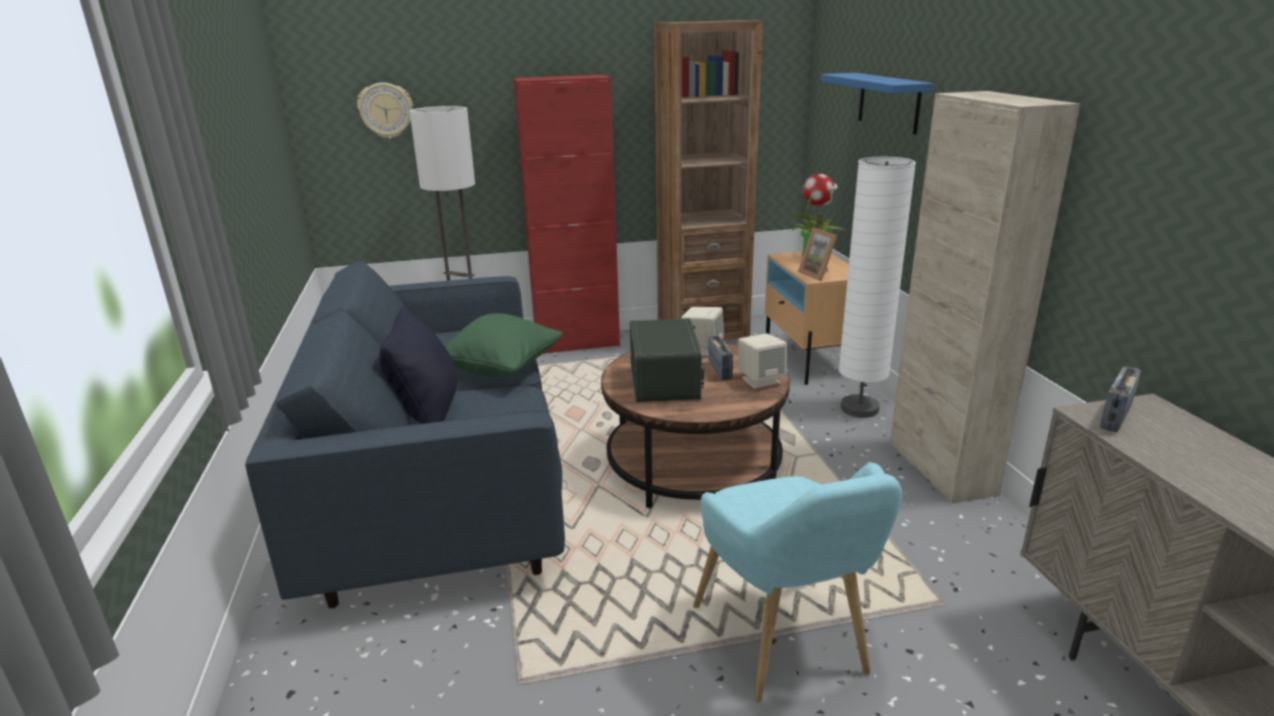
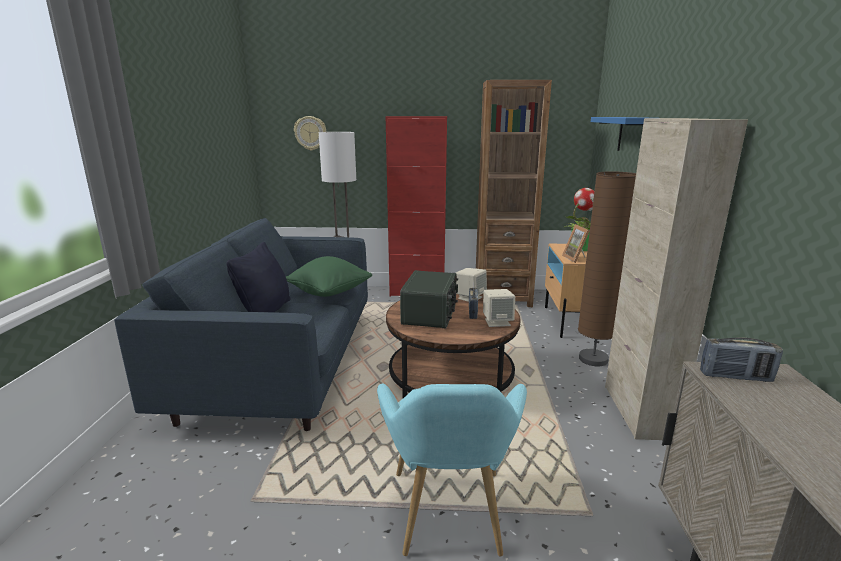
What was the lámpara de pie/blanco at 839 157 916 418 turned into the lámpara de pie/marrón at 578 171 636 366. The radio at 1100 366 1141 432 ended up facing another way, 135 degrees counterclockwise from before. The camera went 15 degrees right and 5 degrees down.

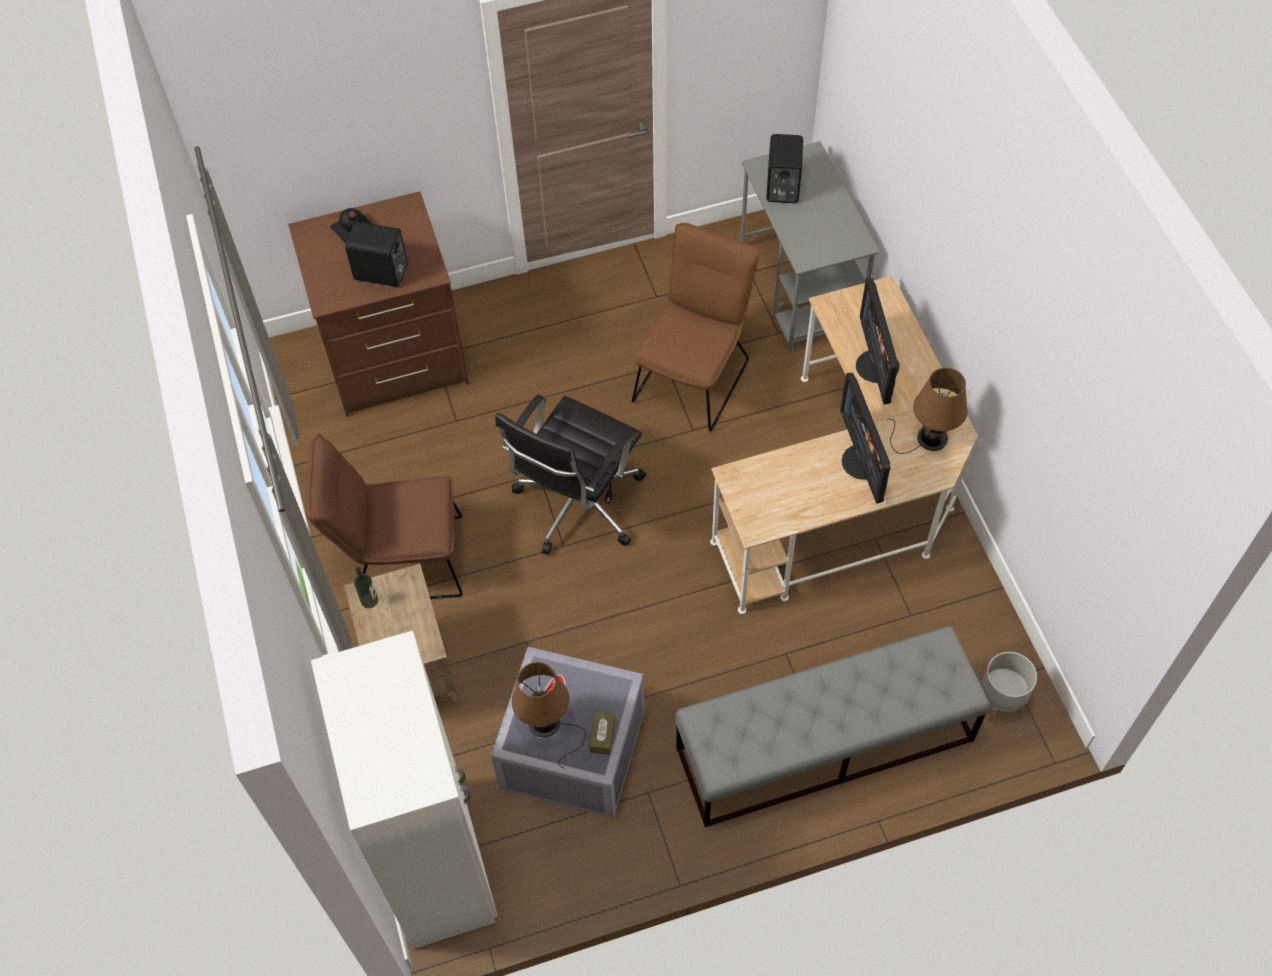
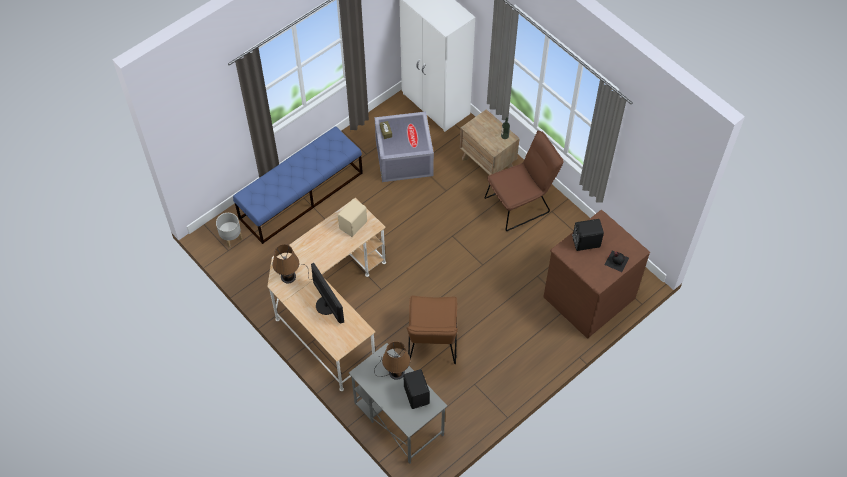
The second view lost the silla de oficina/negro at 495 394 646 555. The lámpara de mesa/marrón ended up elsewhere, having gone from 512 662 586 768 to 374 341 410 380. What was the banco/gris at 675 626 990 827 turned into the banco/azul at 233 126 363 244. The second view lost the monitor at 840 373 890 504. The second view gained the altavoz/beis at 338 199 367 237. The camera went 155 degrees right and 0 degrees up.

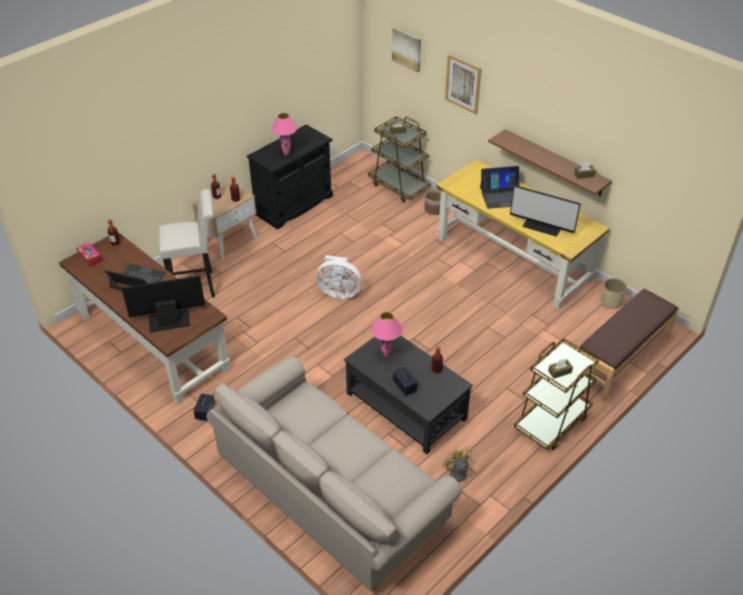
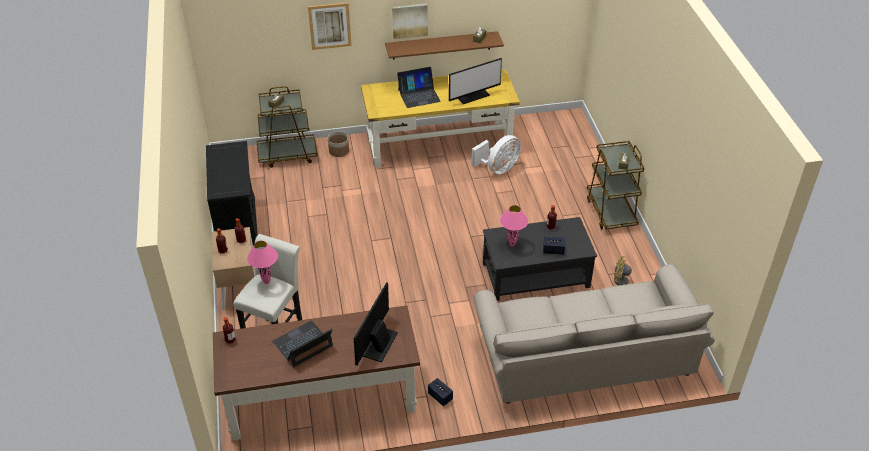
The second view lost the caja de pañuelos at 76 242 102 267. The lámpara de mesa/rosa ended up elsewhere, having gone from 272 113 297 155 to 247 241 278 284. The ventilador/blanco ended up elsewhere, having gone from 316 255 362 299 to 472 135 521 174. The cuadro ended up elsewhere, having gone from 392 27 421 73 to 392 4 428 39. The portátil at 480 166 519 209 ended up facing another way, 45 degrees clockwise from before. The second view lost the banco/marrón at 577 288 680 402. The second view lost the maceta/beis at 601 278 627 309. The camera went 55 degrees left and 0 degrees up.

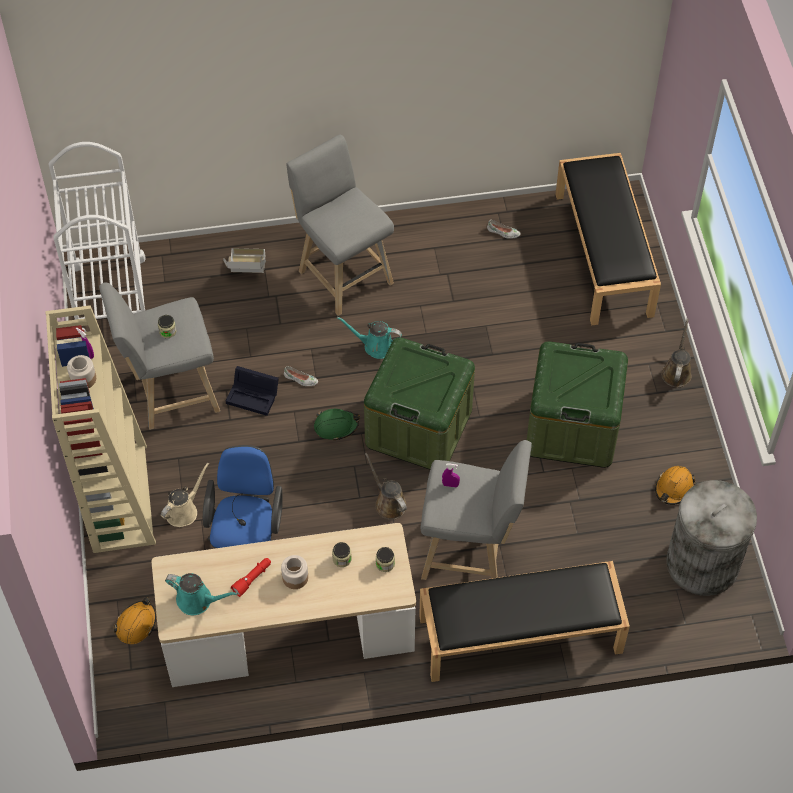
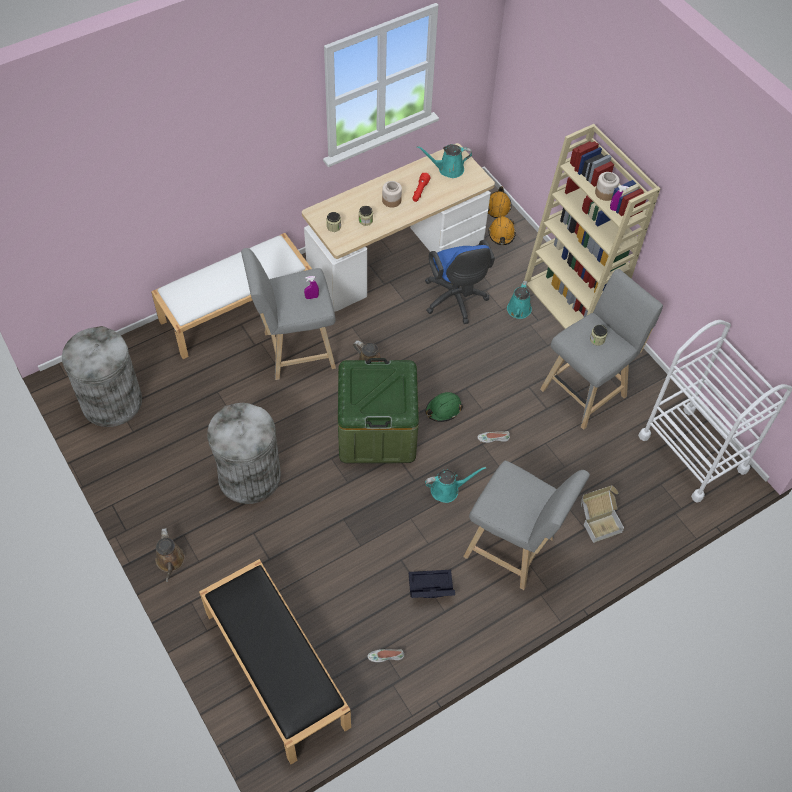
What was the regadera/beis at 161 463 209 527 turned into the regadera/turquesa at 507 281 532 319. The caja de almacenaje/negro ended up elsewhere, having gone from 226 366 279 416 to 409 570 455 598. What was the banco/negro at 419 561 630 682 turned into the banco/blanco at 151 233 312 359. Where the caja de almacenaje/verde stood at 527 341 628 468, the papelera/gris came to stand at 207 403 281 504. The casco/naranja ended up elsewhere, having gone from 655 466 695 505 to 488 186 511 218. The camera went 155 degrees right and 0 degrees up.

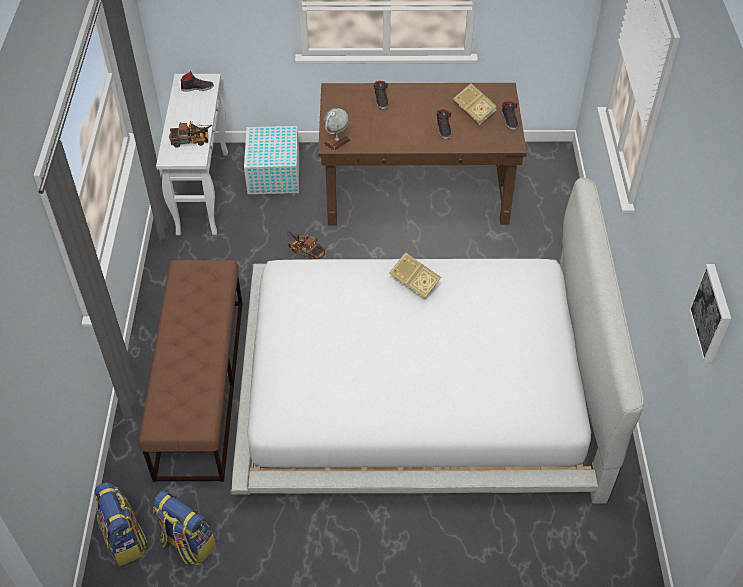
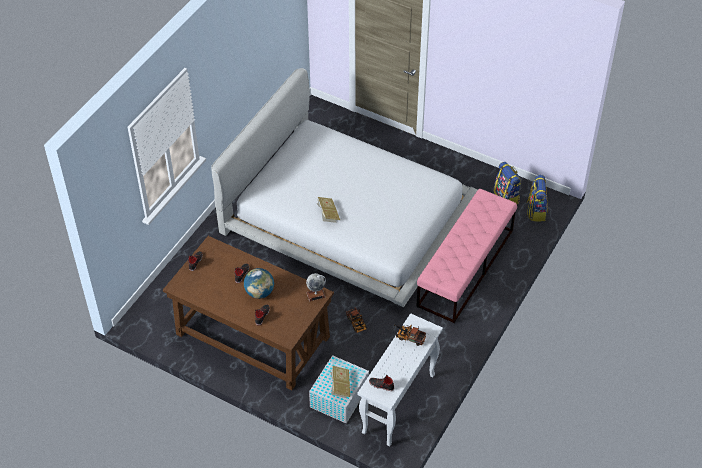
What was the banco/marrón at 138 260 243 482 turned into the banco/rosa at 416 189 517 323. The libro ended up elsewhere, having gone from 453 84 497 125 to 330 366 350 398. The second view lost the cuadro at 689 264 731 362. The second view gained the globo terráqueo at 244 268 274 299. The camera went 150 degrees left and 0 degrees up.

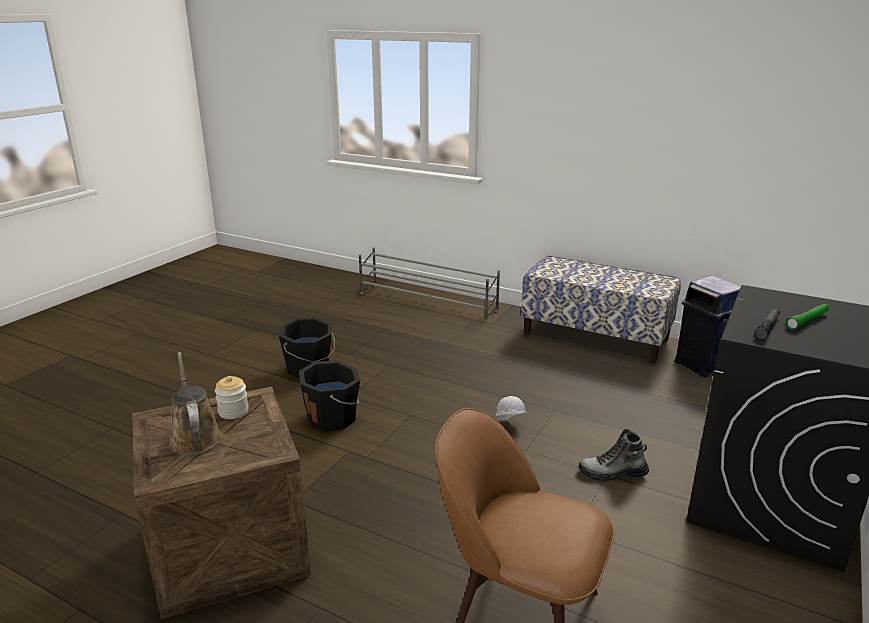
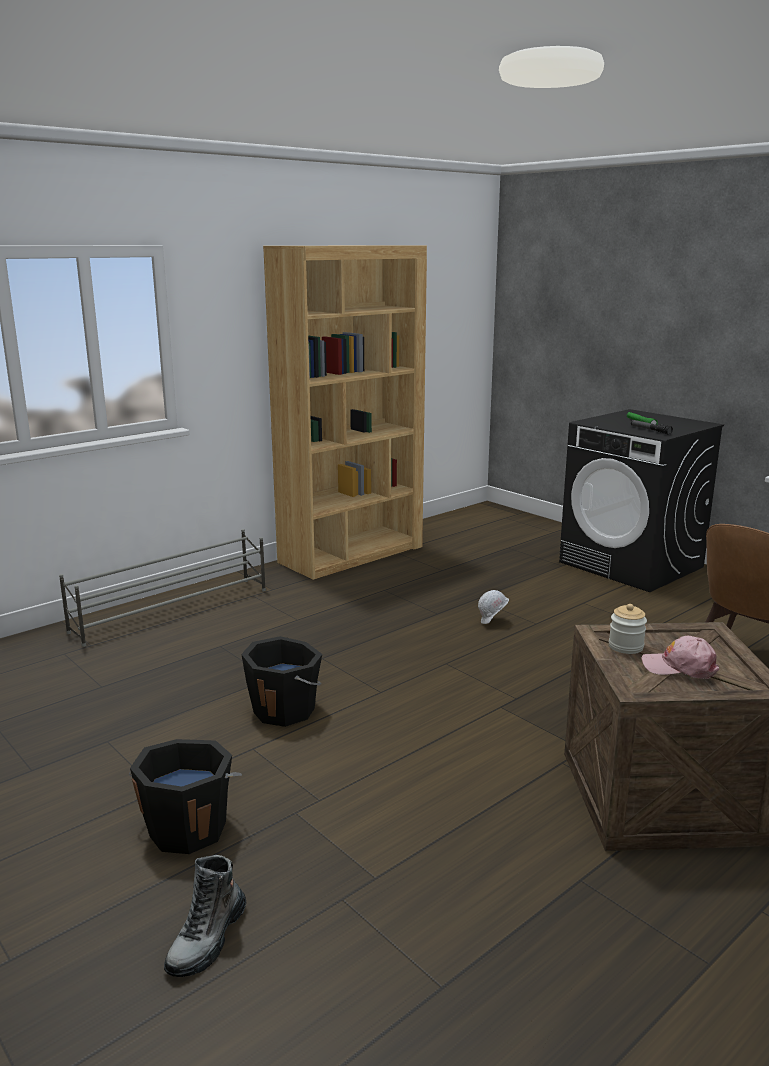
Where the regadera/marrón stood at 169 352 222 455, the gorra/rosa came to stand at 641 636 719 679. The cubo/negro ended up elsewhere, having gone from 299 360 360 432 to 129 739 242 854. Where the banco stood at 521 256 681 363, the estantería/marrón came to stand at 263 245 427 580. The bota ended up elsewhere, having gone from 579 429 649 481 to 164 855 246 977. The second view lost the papelera/azul at 674 276 741 377. The camera went 70 degrees left and 5 degrees down.

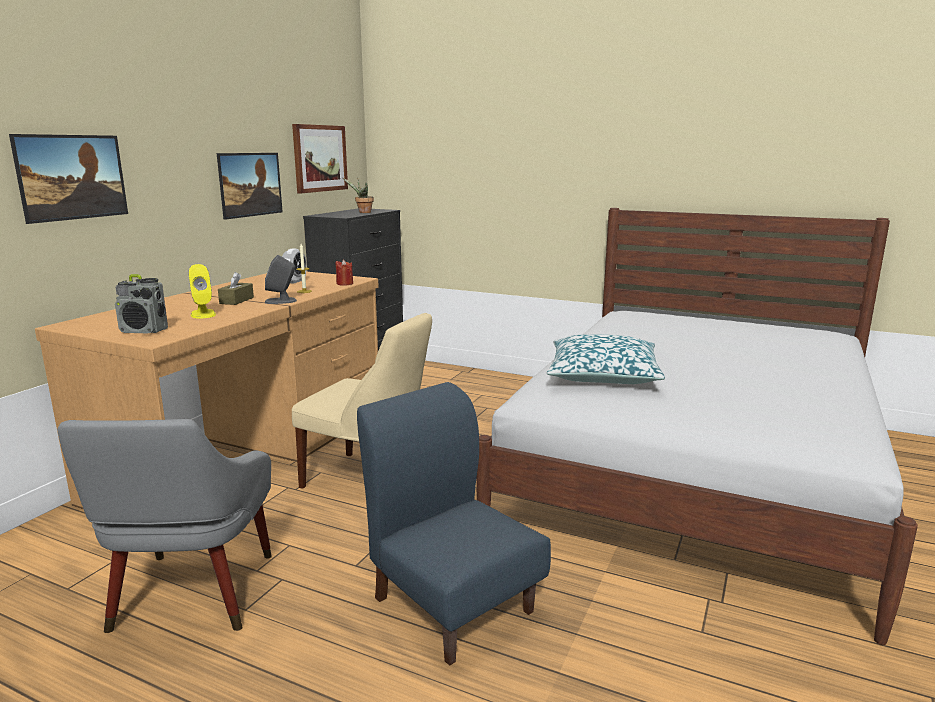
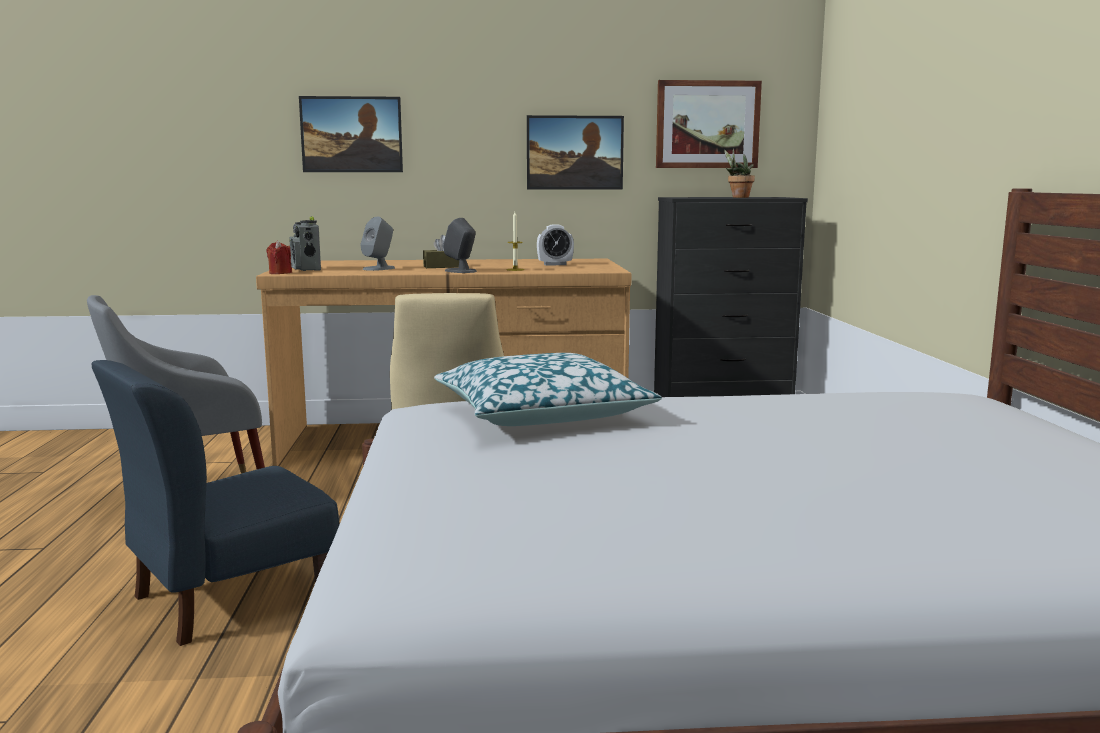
What was the altavoz/amarillo at 189 264 216 319 turned into the altavoz/gris at 360 217 395 271. The vela/rojo ended up elsewhere, having gone from 335 260 353 285 to 267 241 292 274. The silla/azul at 357 382 551 666 ended up facing another way, 150 degrees counterclockwise from before. The camera went 60 degrees right and 5 degrees down.

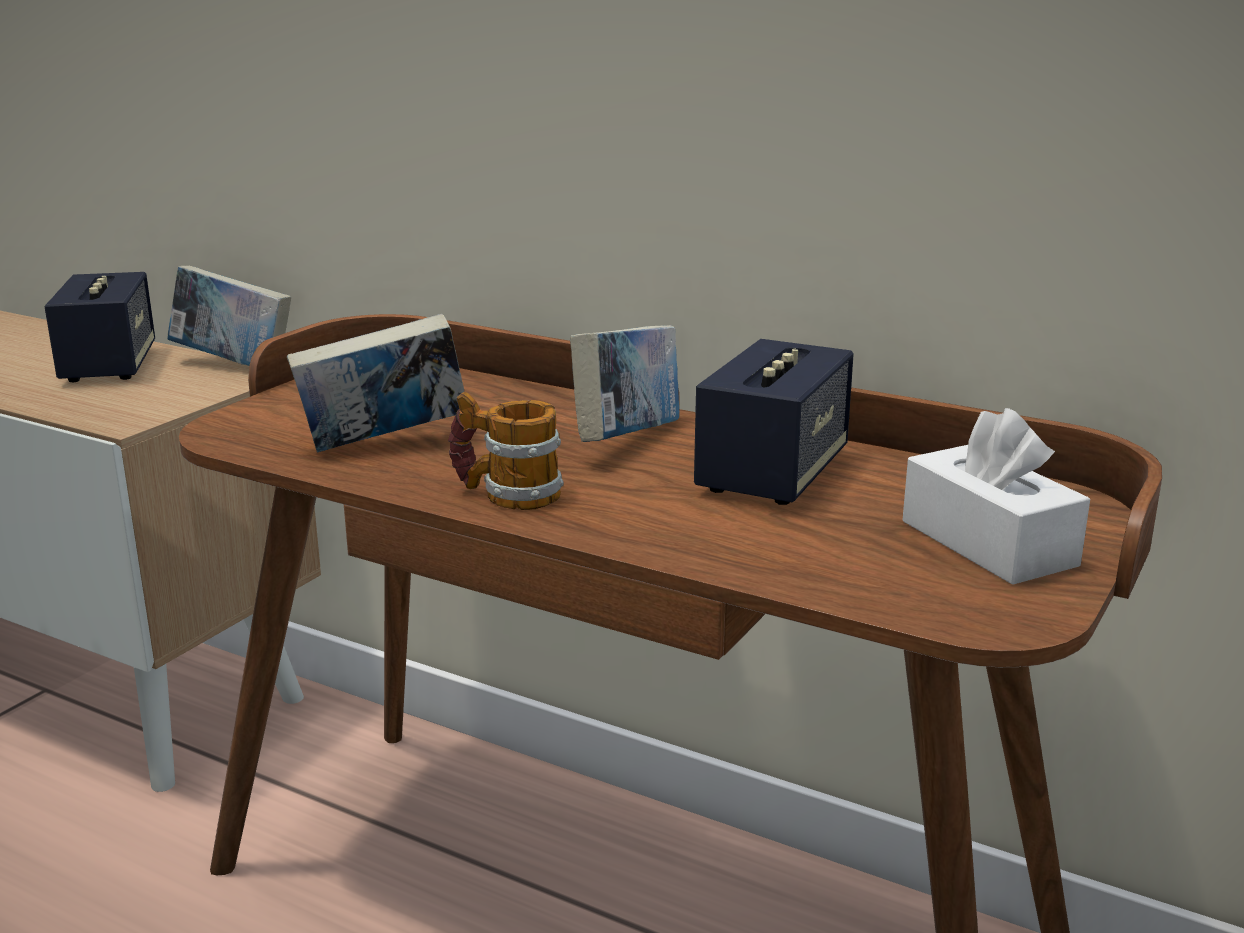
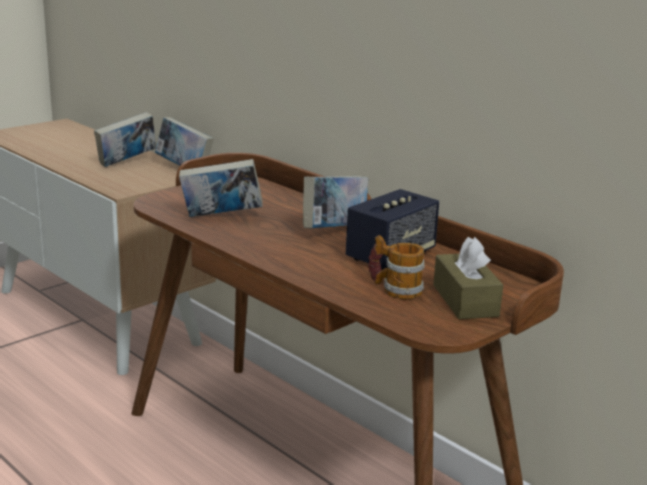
Where the altavoz stood at 44 272 155 382, the libro came to stand at 94 112 156 167. The taza grande ended up elsewhere, having gone from 448 392 564 510 to 368 235 425 300. What was the caja de pañuelos/blanco at 902 408 1090 585 turned into the caja de pañuelos/marrón at 433 237 503 319. The camera went 15 degrees right and 0 degrees up.

